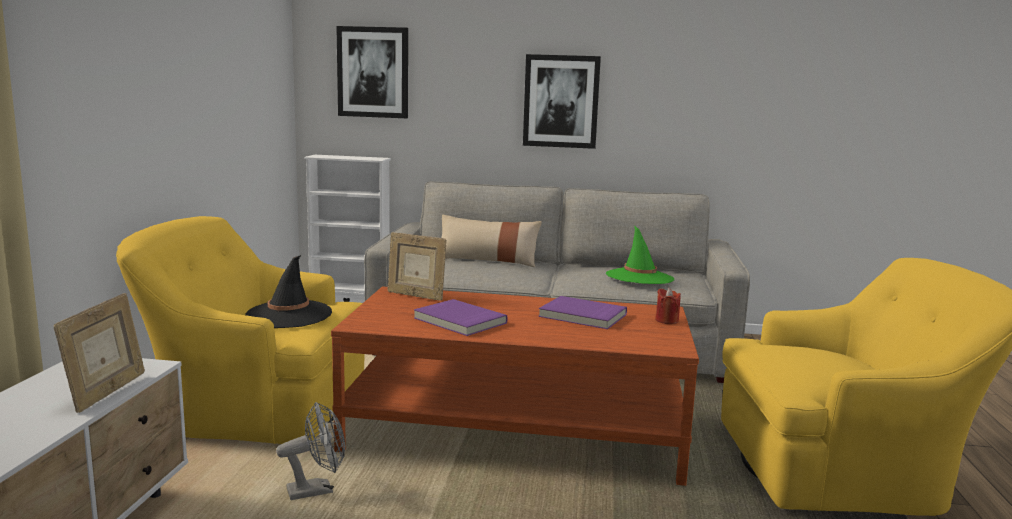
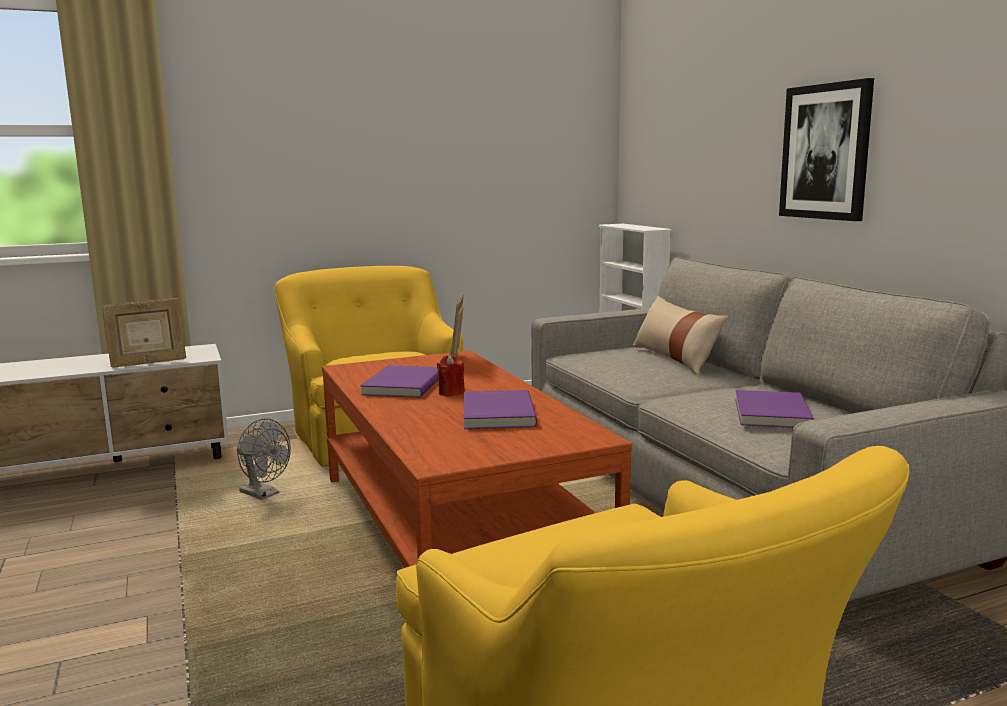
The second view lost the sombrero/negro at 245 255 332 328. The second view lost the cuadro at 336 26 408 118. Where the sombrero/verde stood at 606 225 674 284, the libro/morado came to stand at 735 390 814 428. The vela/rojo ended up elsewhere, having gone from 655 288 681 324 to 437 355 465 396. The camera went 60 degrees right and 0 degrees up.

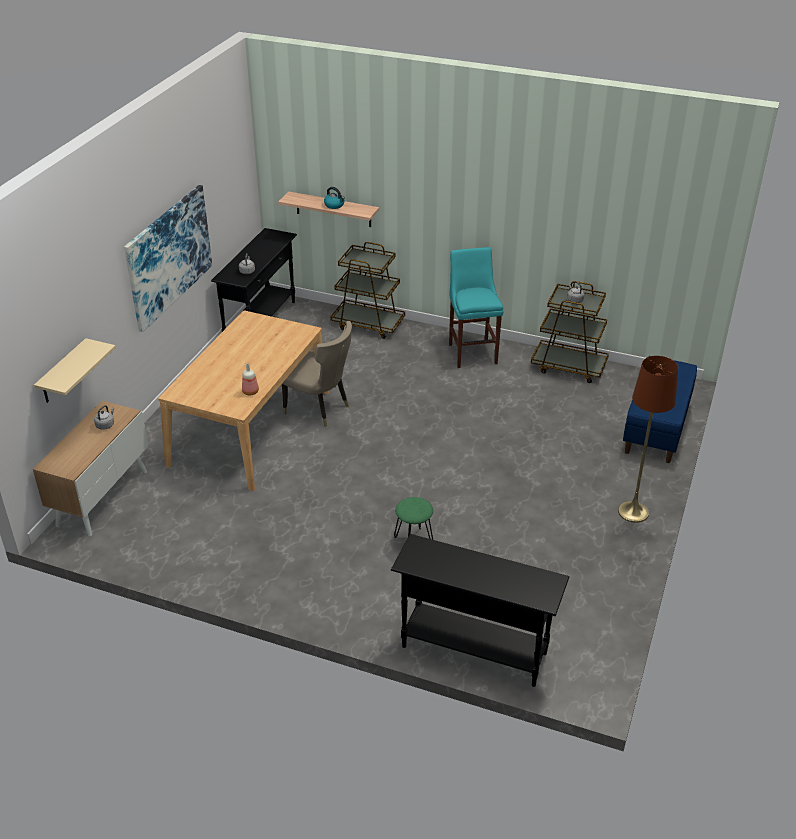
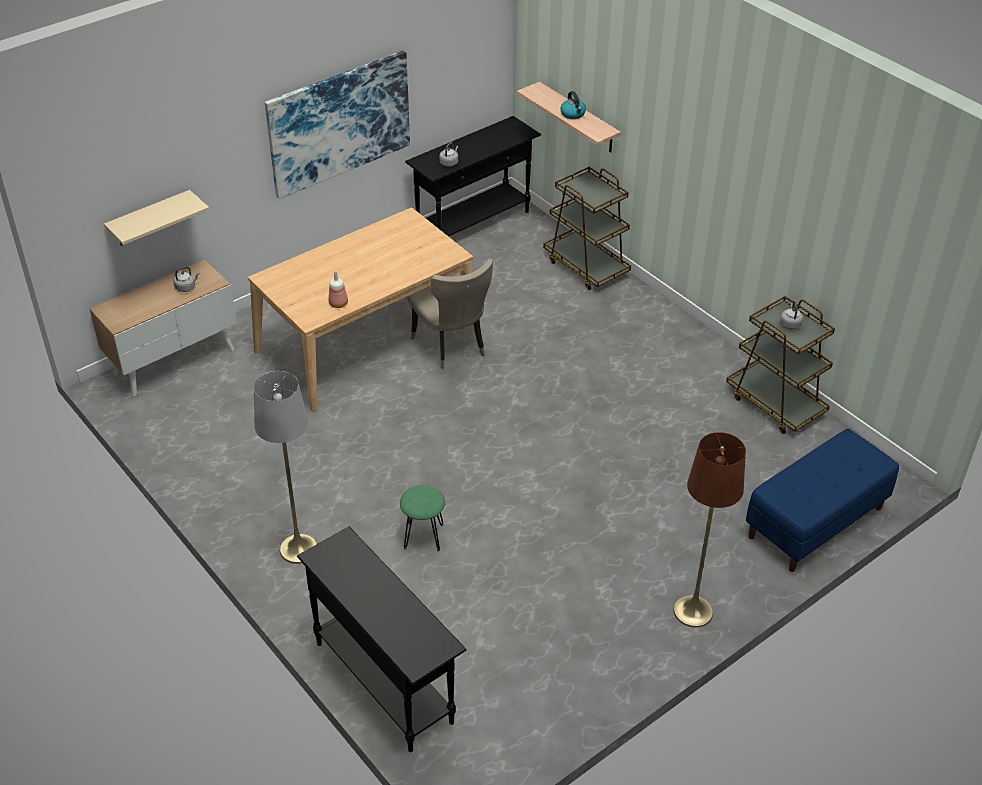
The second view lost the taburete/turquesa at 449 247 504 368. The second view gained the lámpara de pie/gris at 254 371 317 564. The camera went 30 degrees right and 5 degrees up.

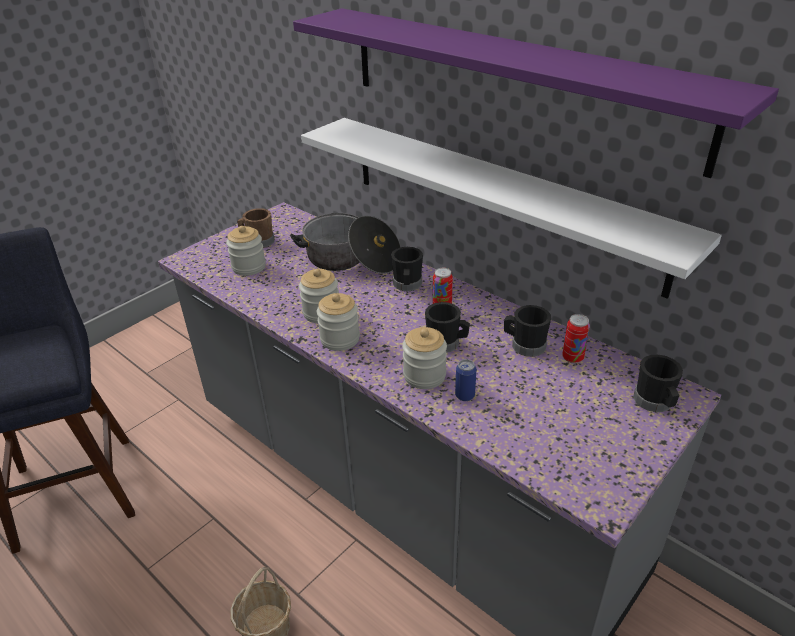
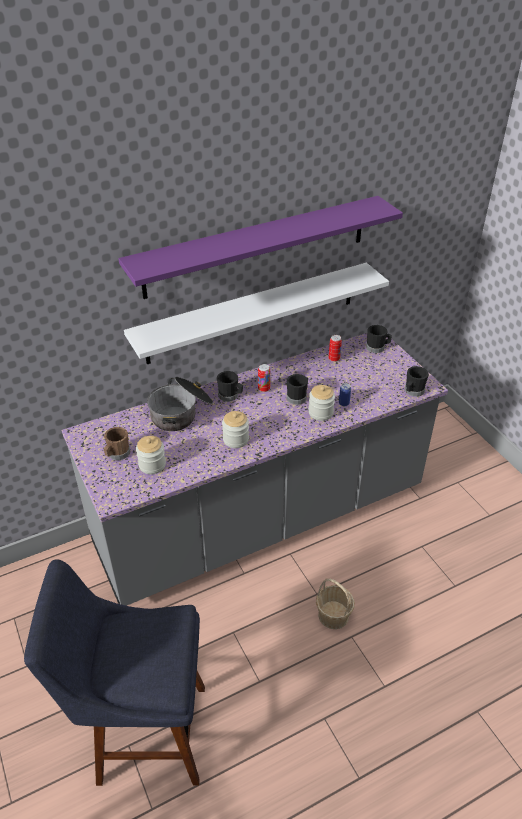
The second view lost the tarro at 317 293 360 351. The taza grande/negro ended up elsewhere, having gone from 504 305 551 357 to 405 366 429 397. The camera went 70 degrees left and 5 degrees up.

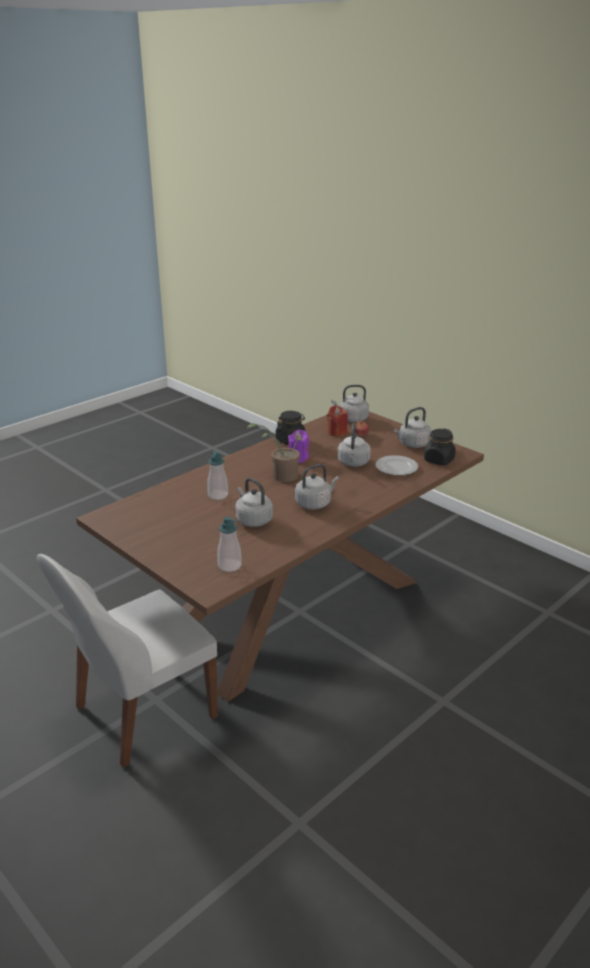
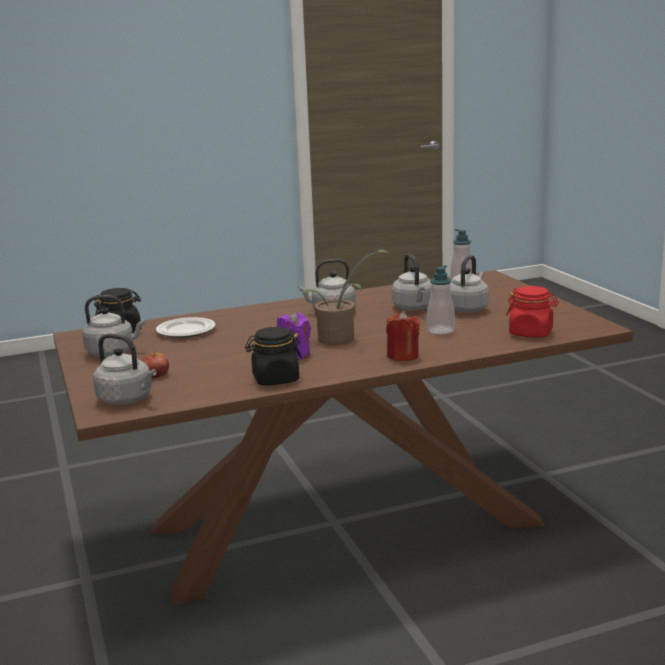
The second view lost the silla/blanco at 37 554 218 768. The vela/rojo ended up elsewhere, having gone from 327 406 348 437 to 386 311 420 361. The hervidor/gris ended up elsewhere, having gone from 338 423 371 467 to 450 255 489 313. The second view gained the tarro/rojo at 506 286 559 338. The camera went 155 degrees left and 10 degrees down.

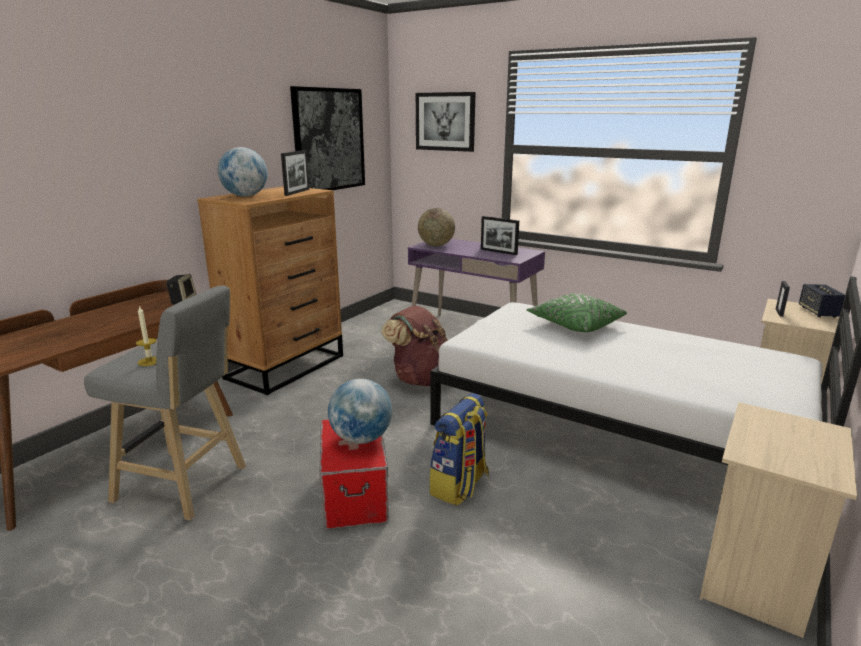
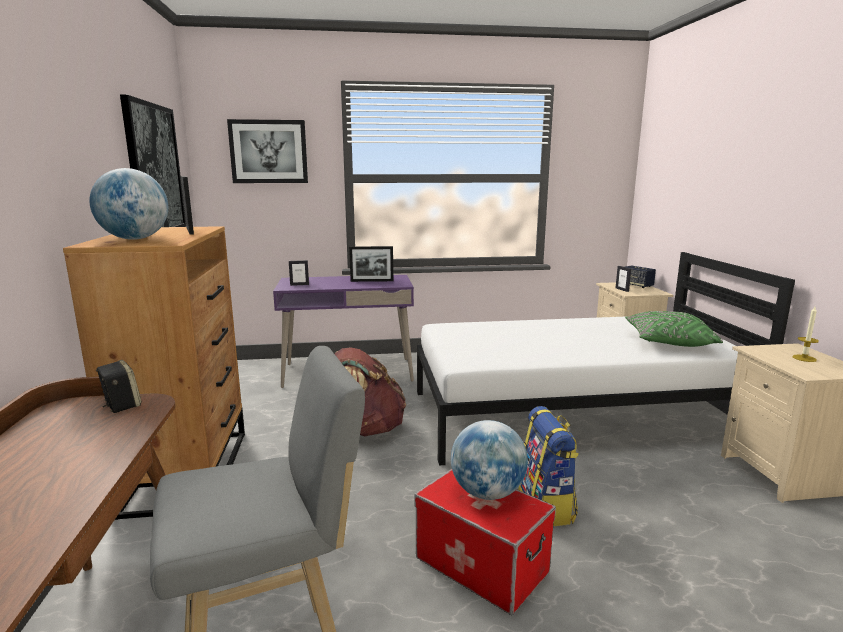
The vela ended up elsewhere, having gone from 136 305 157 366 to 792 307 819 362. Where the globo terráqueo stood at 418 208 455 246, the portarretratos came to stand at 289 260 309 286. The cojín/verde ended up elsewhere, having gone from 527 293 627 332 to 625 311 723 347. The camera went 40 degrees left and 5 degrees down.

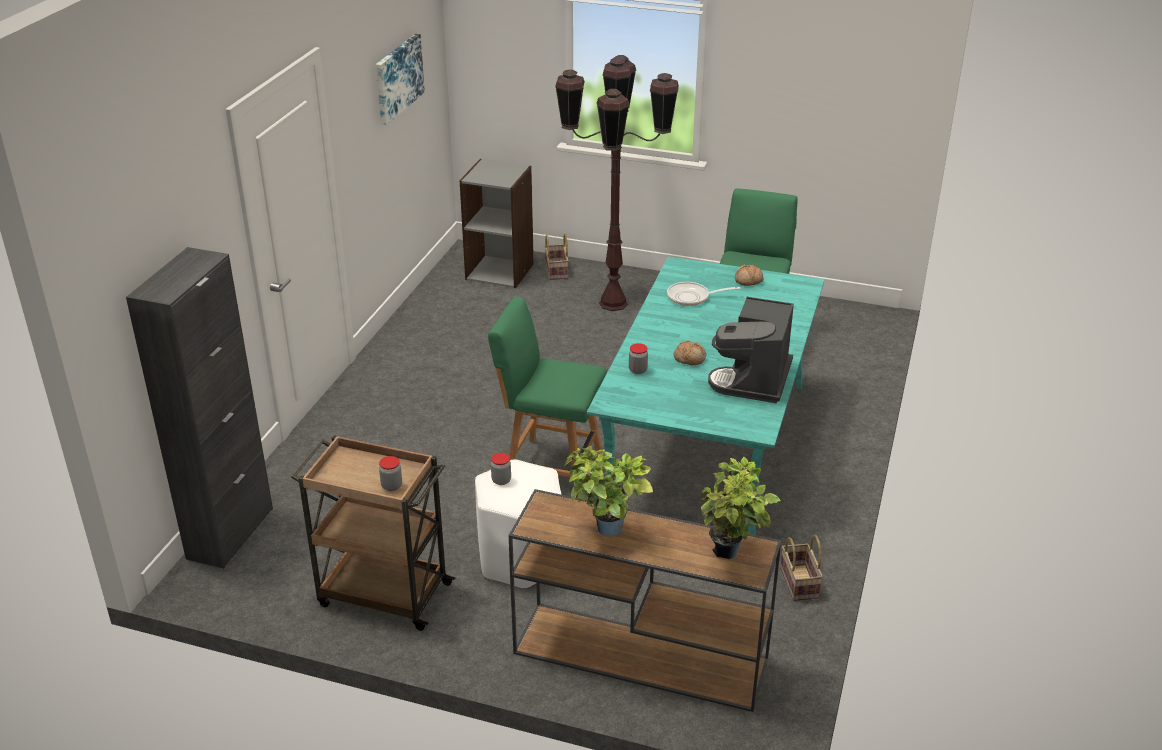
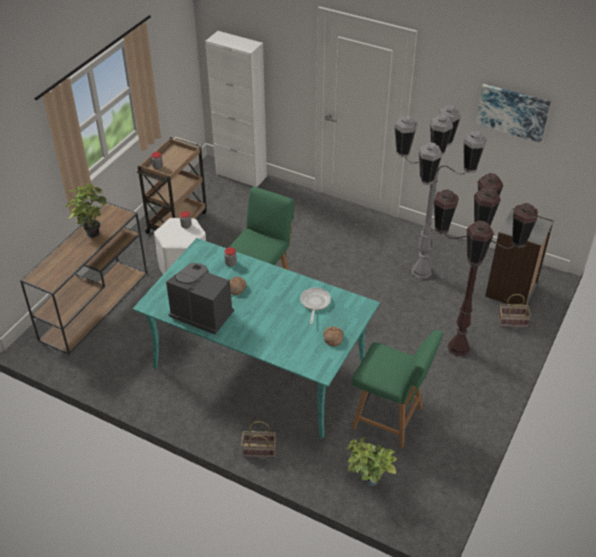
What was the armario/negro at 126 247 273 568 turned into the armario/blanco at 205 31 267 187. The planta en maceta ended up elsewhere, having gone from 701 456 781 559 to 346 437 397 486. The cesta ended up elsewhere, having gone from 780 535 823 601 to 241 421 276 458. The second view gained the lámpara de pie/gris at 394 105 487 279. The camera went 100 degrees right and 10 degrees up.

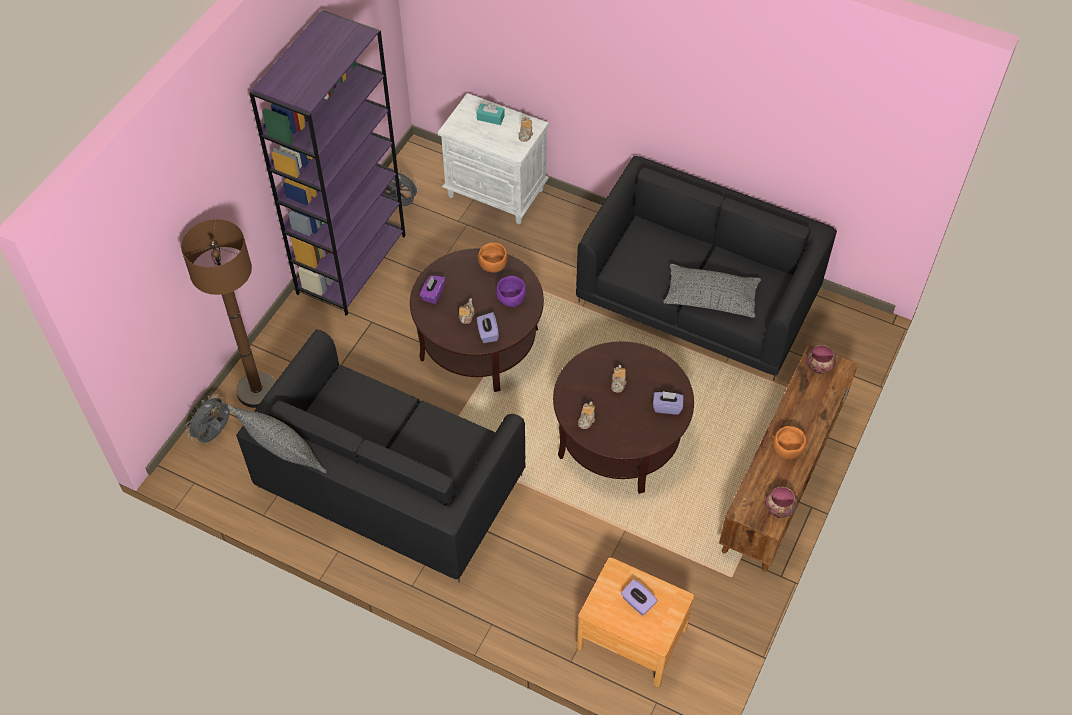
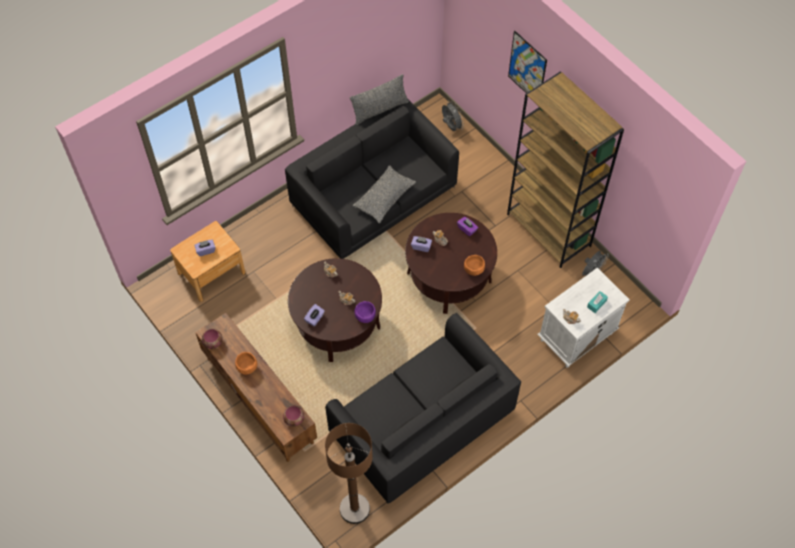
The lámpara de pie/marrón ended up elsewhere, having gone from 181 219 275 408 to 325 423 373 524. What was the estantería/morado at 249 10 406 316 turned into the estantería/marrón at 507 72 624 268. The cuenco/morado ended up elsewhere, having gone from 496 276 526 307 to 354 301 376 323. The cojín/gris ended up elsewhere, having gone from 663 264 761 318 to 352 165 416 223. The second view gained the cuadro at 508 31 547 93. The camera went 115 degrees right and 5 degrees up.

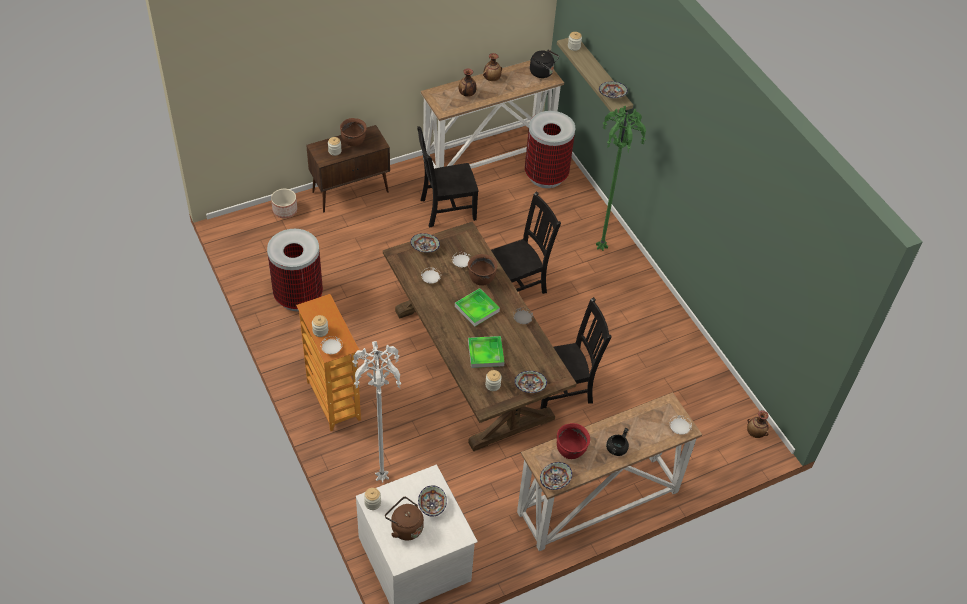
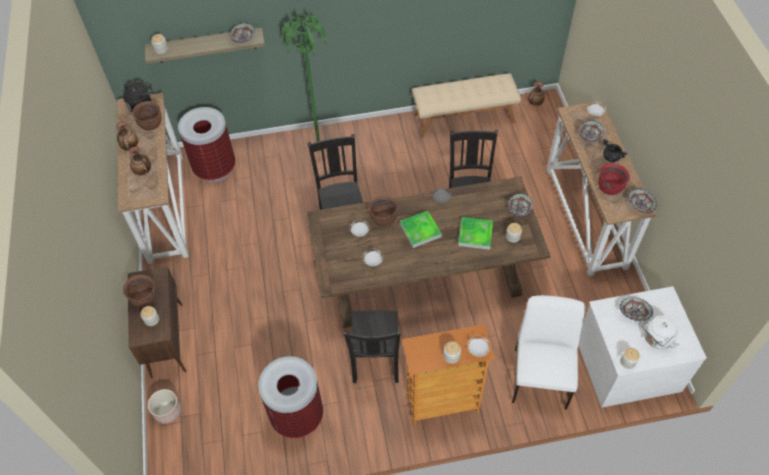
Where the lámpara de pie/blanco stood at 352 341 401 483, the silla/blanco came to stand at 512 295 586 410. What was the hervidor/marrón at 385 497 424 540 turned into the hervidor/blanco at 642 315 680 349. The cuenco ended up elsewhere, having gone from 410 233 440 253 to 579 120 604 142. The silla/negro ended up elsewhere, having gone from 417 126 479 227 to 344 310 401 383. The second view gained the olla/marrón at 132 101 161 131. The second view gained the banco/beis at 412 73 521 138. The camera went 70 degrees left and 5 degrees up.

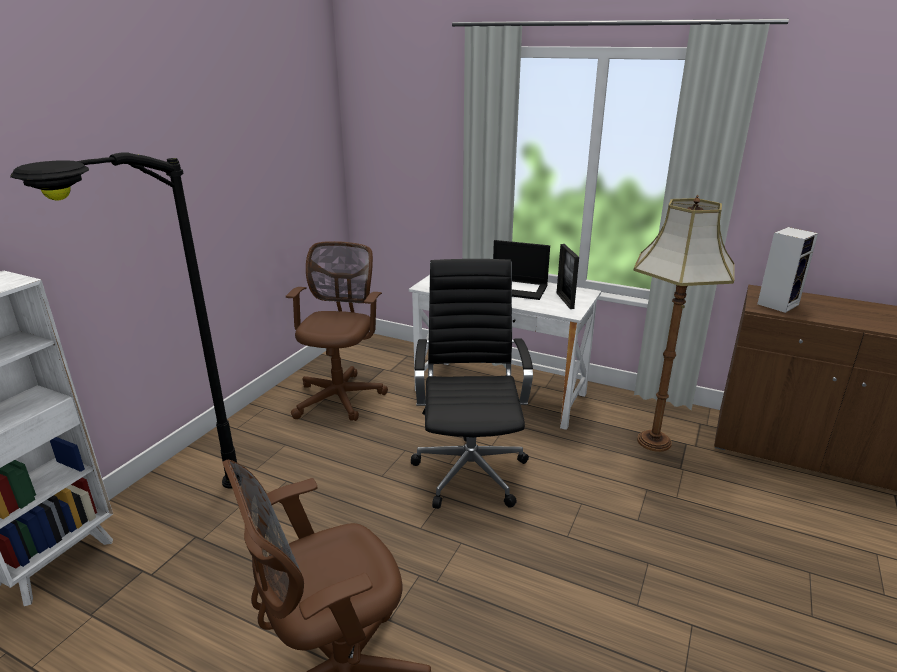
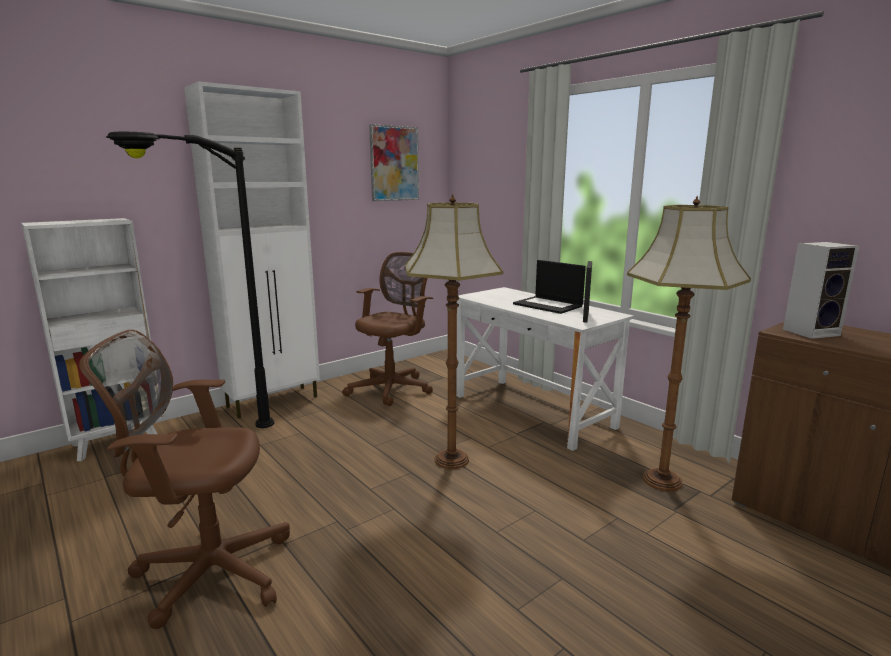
Where the silla de oficina/negro stood at 411 259 533 509, the lámpara de pie came to stand at 405 194 503 469. The second view gained the armario/blanco at 184 81 320 419. The second view gained the cuadro at 369 124 419 201. The camera went 25 degrees right and 10 degrees down.

